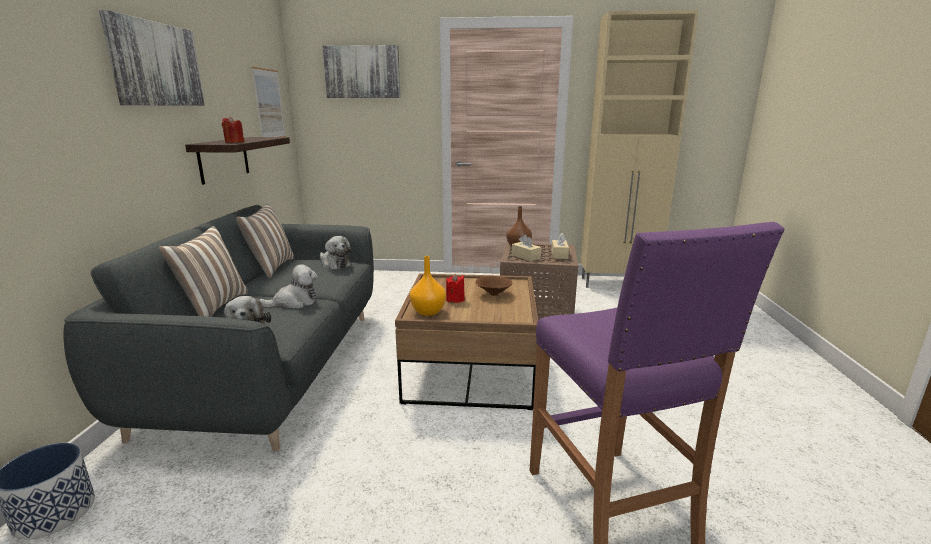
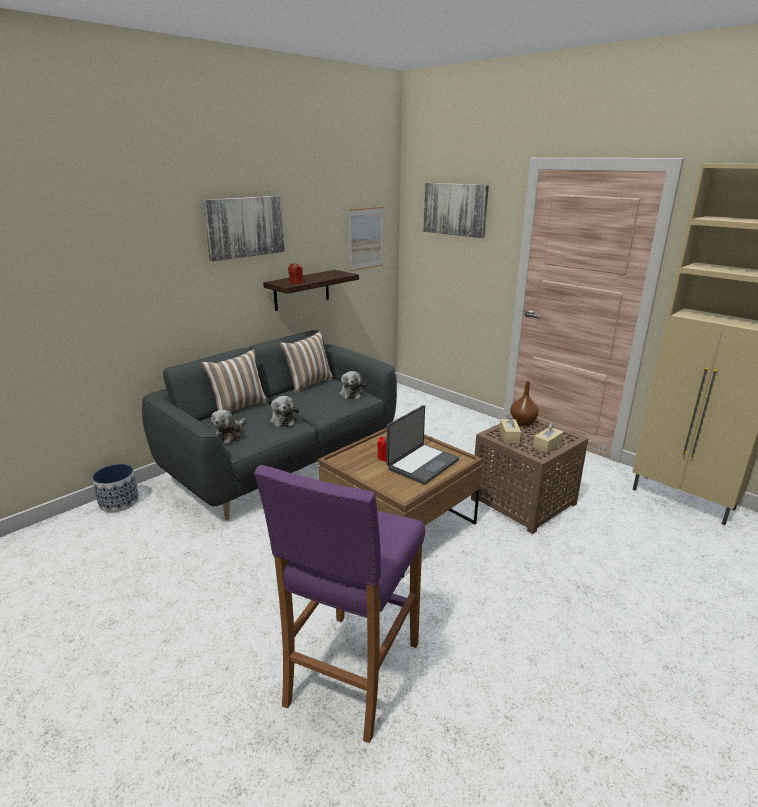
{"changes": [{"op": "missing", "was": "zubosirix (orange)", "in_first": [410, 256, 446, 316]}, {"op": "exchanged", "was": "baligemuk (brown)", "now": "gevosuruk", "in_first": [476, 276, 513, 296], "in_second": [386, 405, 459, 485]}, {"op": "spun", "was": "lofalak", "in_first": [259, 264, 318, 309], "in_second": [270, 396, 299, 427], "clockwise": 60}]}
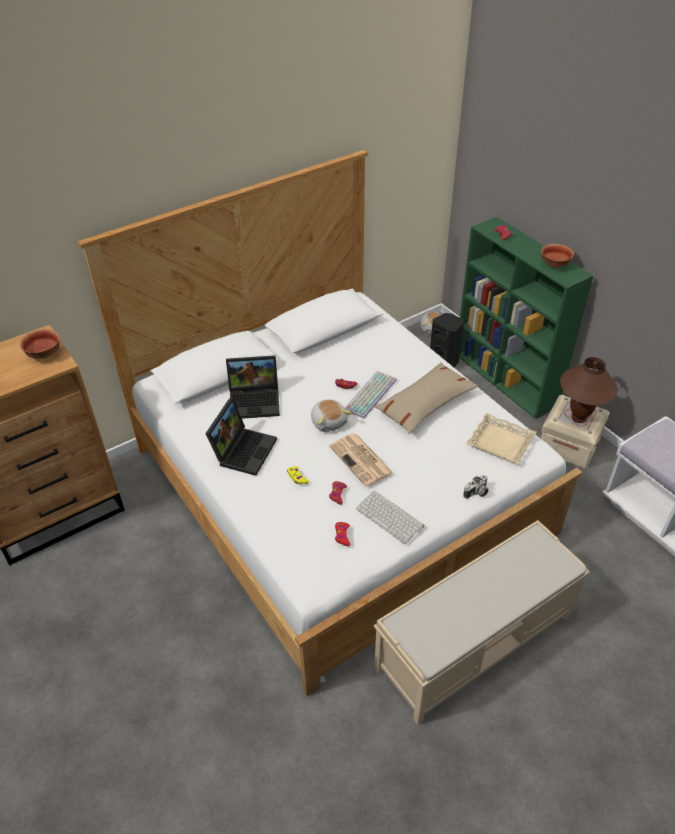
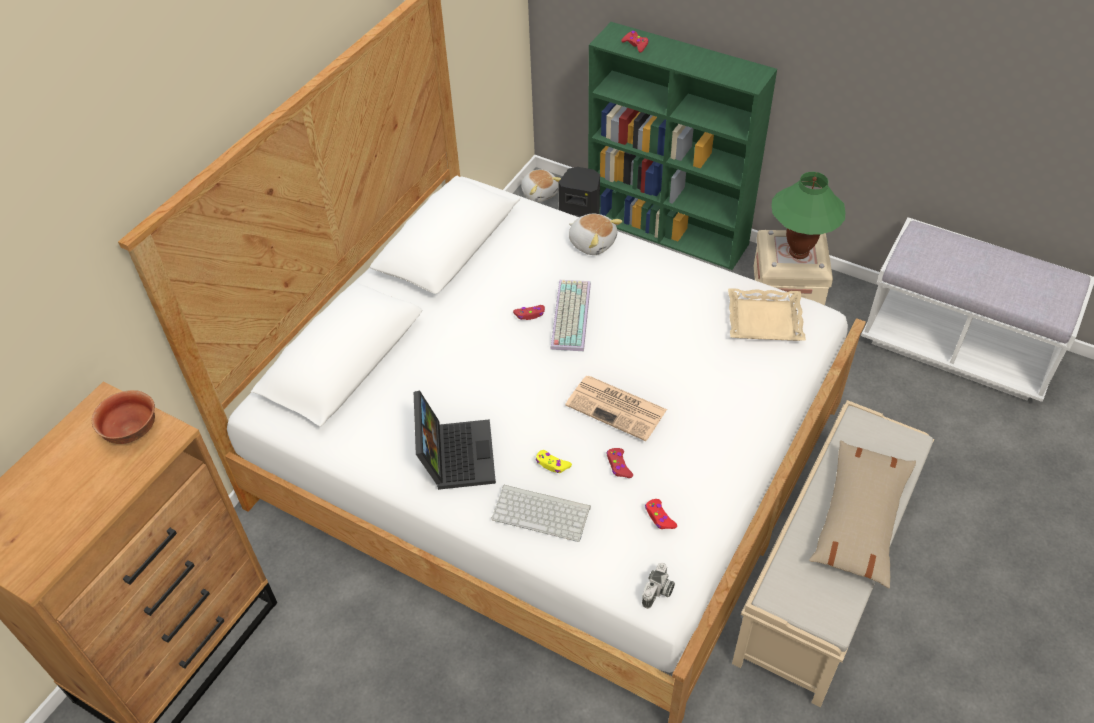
{"changes": [{"op": "missing", "was": "gevosuruk", "in_first": [226, 355, 280, 419]}, {"op": "missing", "was": "baligemuk", "in_first": [541, 244, 574, 268]}, {"op": "relocated", "was": "lofalak", "in_first": [311, 399, 351, 432], "in_second": [569, 214, 623, 255]}, {"op": "relocated", "was": "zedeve", "in_first": [356, 490, 425, 544], "in_second": [491, 484, 591, 542]}, {"op": "relocated", "was": "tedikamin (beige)", "in_first": [374, 362, 478, 434], "in_second": [809, 440, 916, 588]}, {"op": "relocated", "was": "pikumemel", "in_first": [463, 475, 489, 499], "in_second": [642, 563, 675, 609]}, {"op": "colour", "was": "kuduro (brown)", "now": "kuduro (green)", "in_first": [560, 357, 618, 423], "in_second": [772, 172, 845, 259]}]}
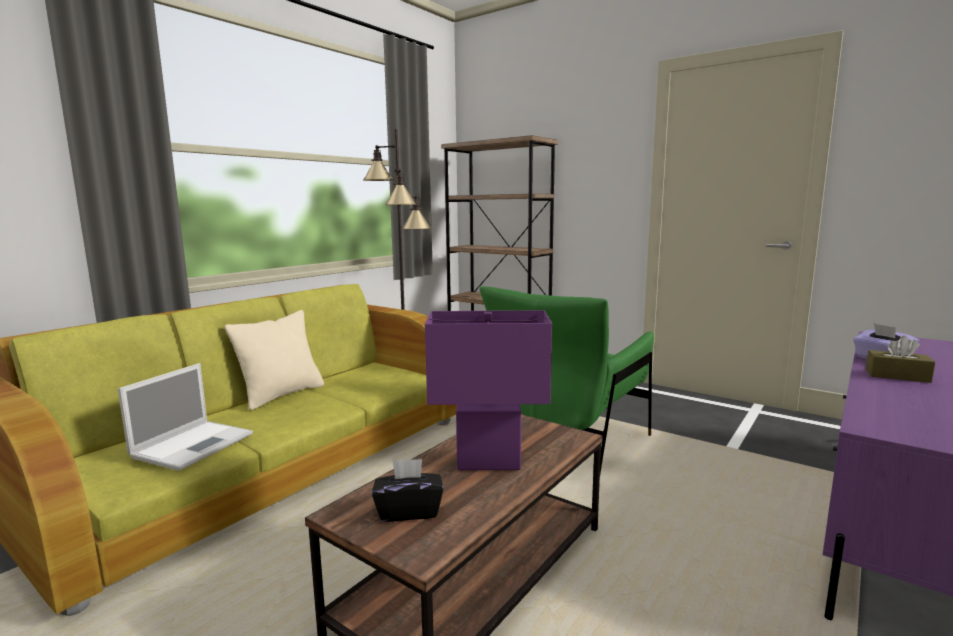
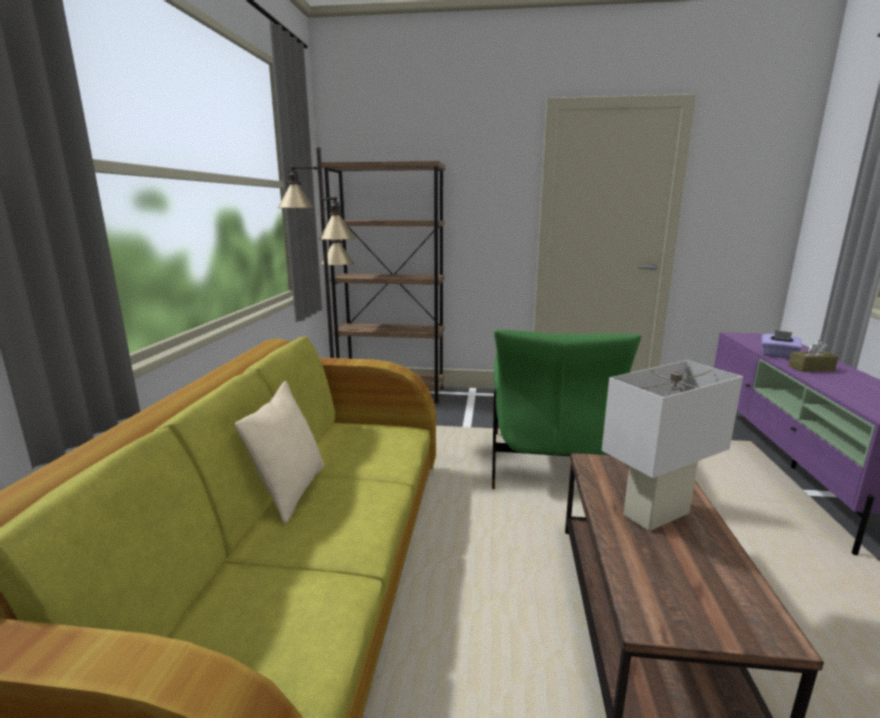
{"changes": [{"op": "missing", "was": "gevosuruk", "in_first": [118, 363, 253, 471]}, {"op": "missing", "was": "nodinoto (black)", "in_first": [372, 459, 443, 522]}, {"op": "colour", "was": "kuduro (purple)", "now": "kuduro (white)", "in_first": [425, 310, 552, 470], "in_second": [602, 360, 743, 531]}]}
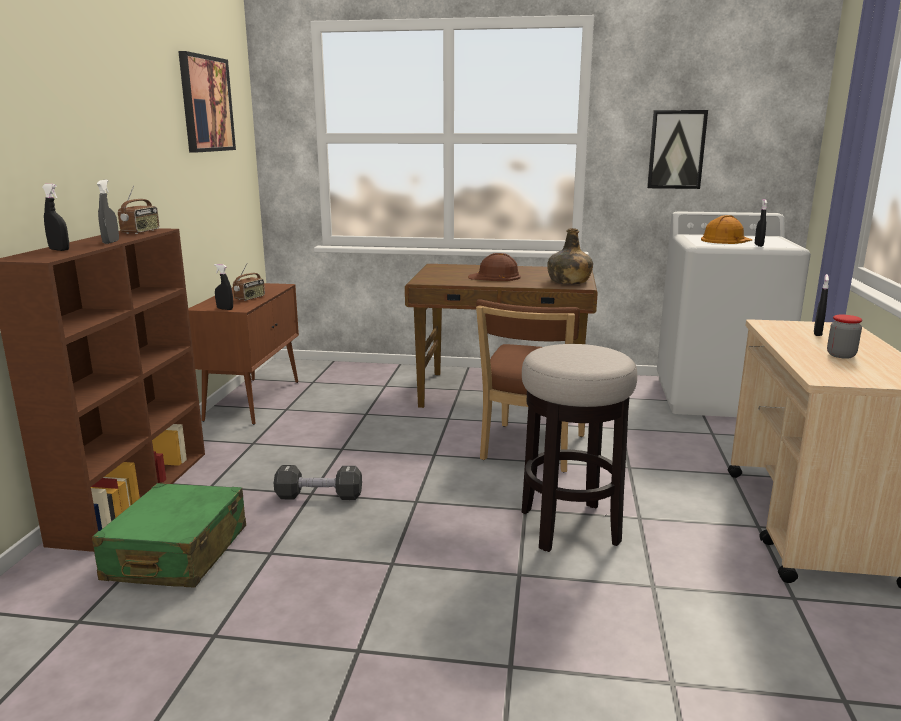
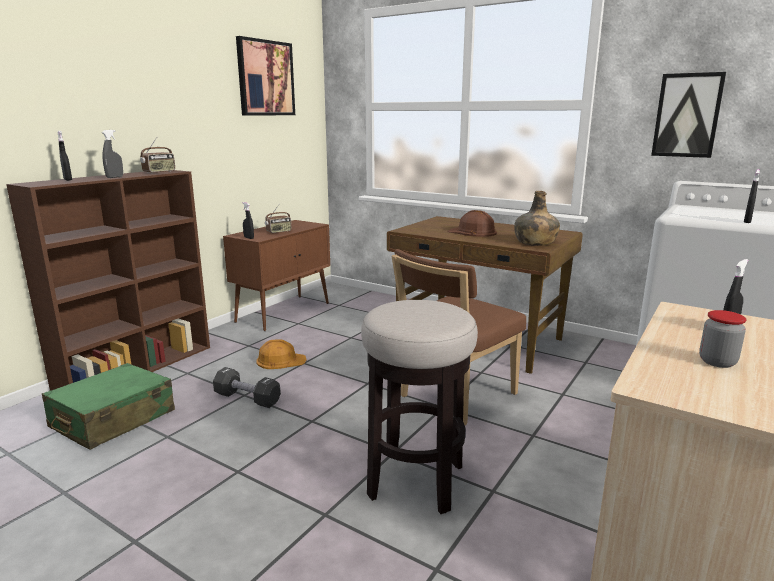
{"changes": [{"op": "relocated", "was": "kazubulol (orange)", "in_first": [701, 215, 752, 244], "in_second": [256, 339, 306, 369]}]}
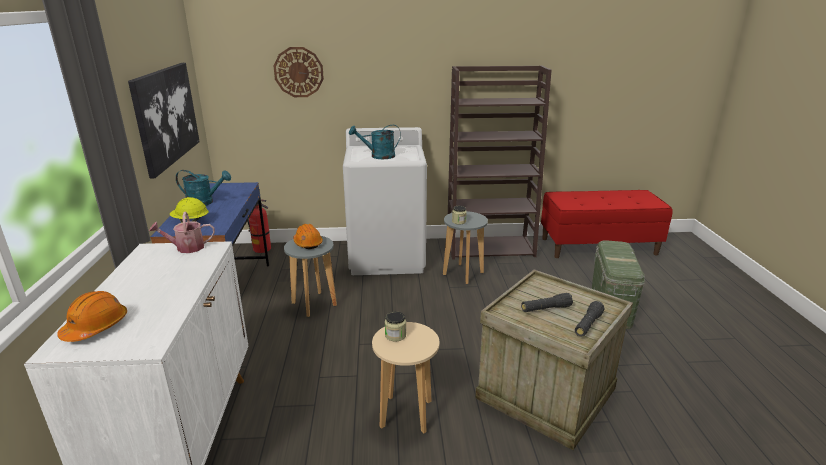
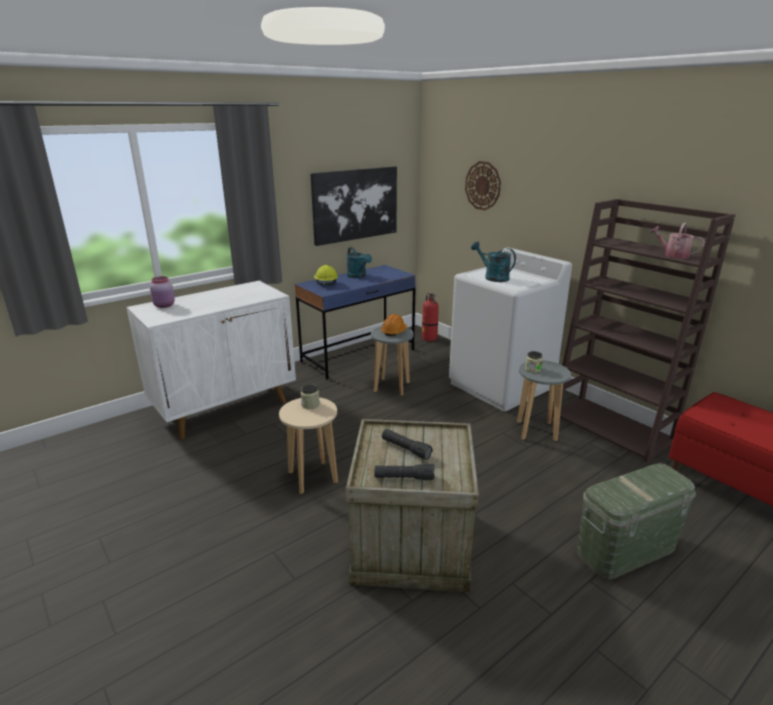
{"changes": [{"op": "relocated", "was": "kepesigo", "in_first": [149, 212, 215, 253], "in_second": [650, 223, 705, 259]}, {"op": "exchanged", "was": "kazubulol (orange)", "now": "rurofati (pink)", "in_first": [57, 291, 127, 342], "in_second": [150, 276, 175, 308]}]}
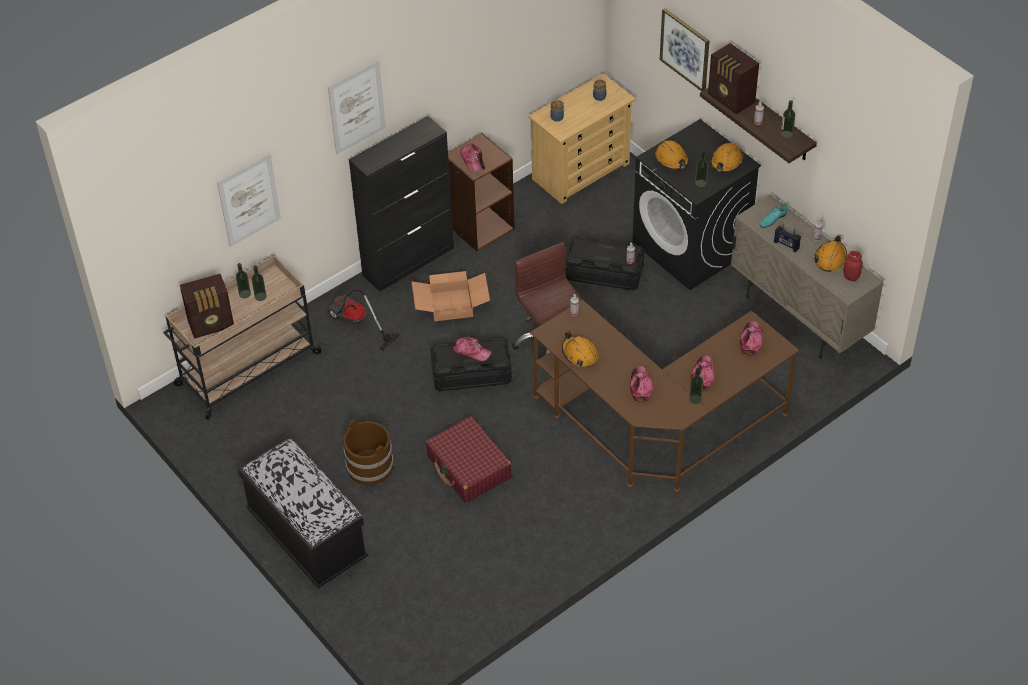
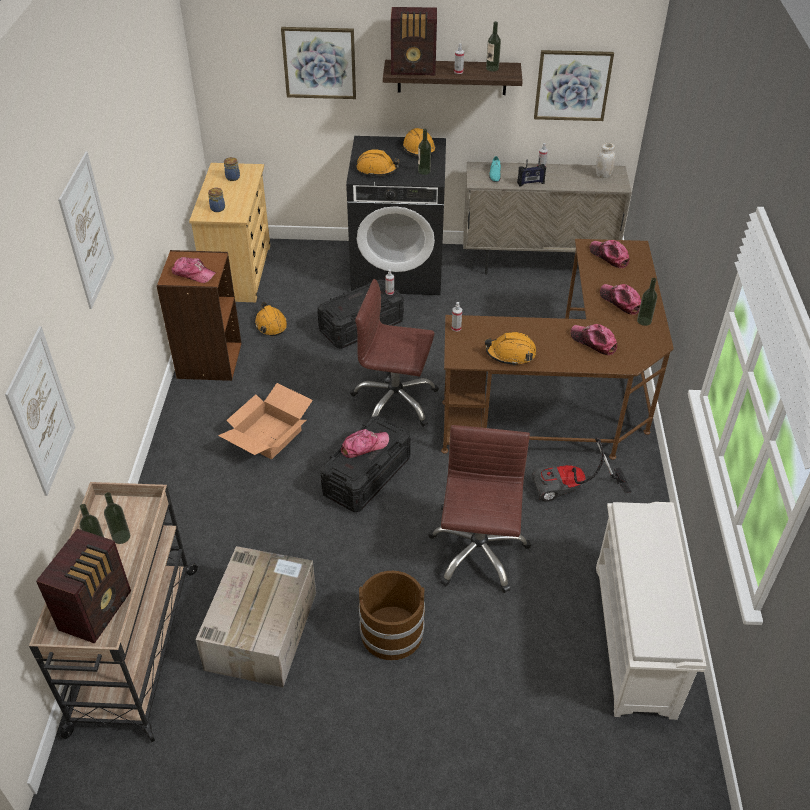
{"changes": [{"op": "missing", "was": "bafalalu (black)", "in_first": [238, 438, 368, 588]}, {"op": "missing", "was": "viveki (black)", "in_first": [349, 116, 454, 292]}, {"op": "appeared", "now": "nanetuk", "in_second": [195, 546, 316, 687]}, {"op": "appeared", "now": "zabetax", "in_second": [534, 50, 614, 121]}, {"op": "appeared", "now": "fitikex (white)", "in_second": [596, 502, 706, 720]}, {"op": "relocated", "was": "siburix", "in_first": [327, 289, 400, 350], "in_second": [532, 437, 631, 502]}, {"op": "relocated", "was": "kazubulol (orange)", "in_first": [814, 236, 847, 272], "in_second": [254, 302, 287, 336]}, {"op": "exchanged", "was": "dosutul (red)", "now": "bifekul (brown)", "in_first": [425, 416, 512, 503], "in_second": [428, 425, 531, 593]}, {"op": "colour", "was": "rurofati (red)", "now": "rurofati (white)", "in_first": [843, 251, 863, 281], "in_second": [596, 143, 615, 178]}]}
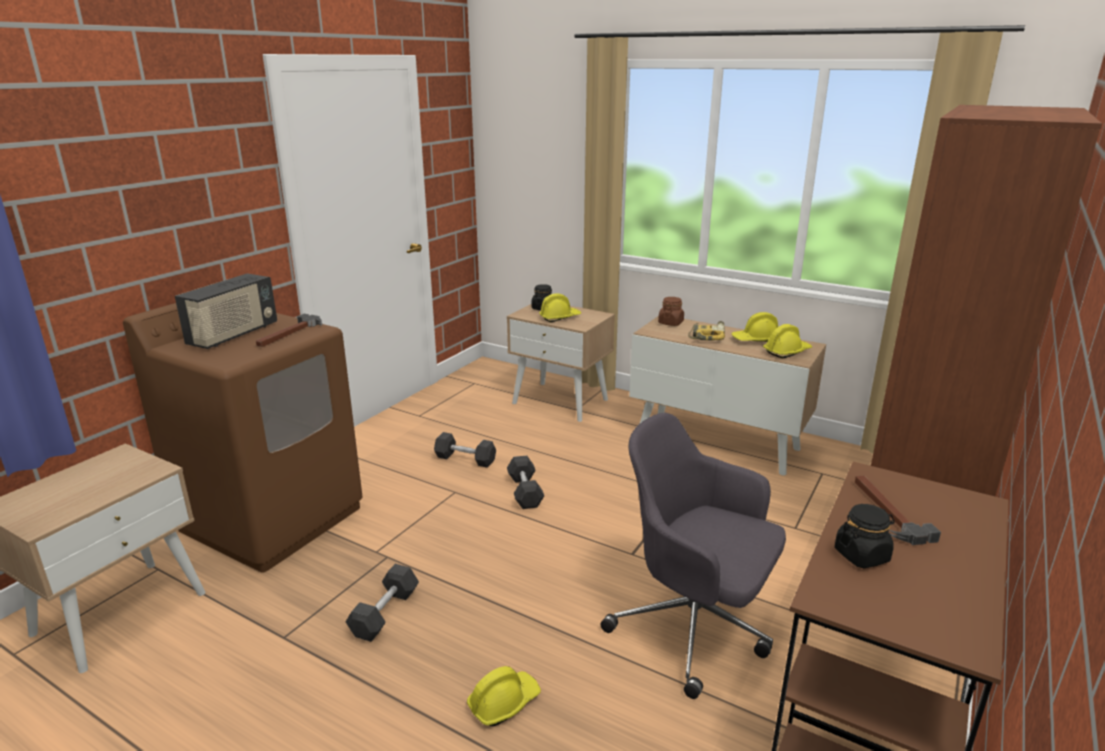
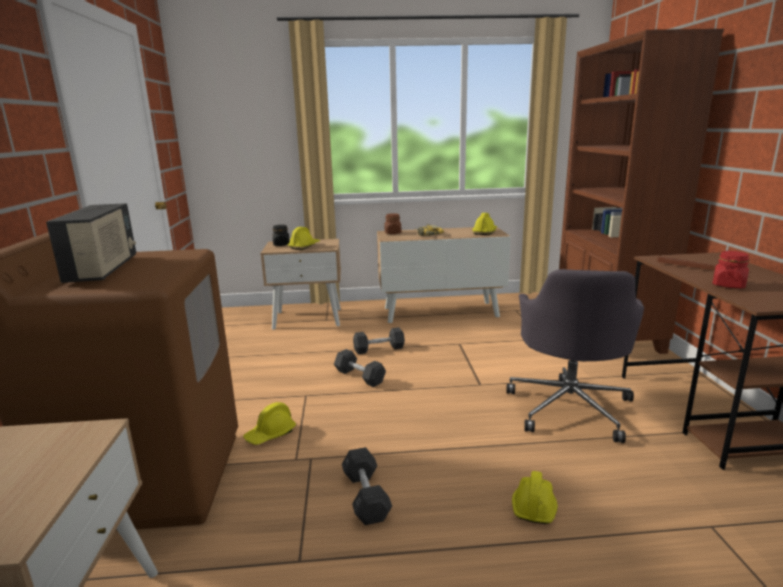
{"changes": [{"op": "missing", "was": "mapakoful", "in_first": [256, 314, 322, 347]}, {"op": "relocated", "was": "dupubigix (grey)", "in_first": [434, 432, 496, 468], "in_second": [353, 327, 405, 354]}, {"op": "relocated", "was": "kazubulol (yellow)", "in_first": [731, 312, 778, 342], "in_second": [243, 402, 296, 445]}, {"op": "colour", "was": "rurofati (black)", "now": "rurofati (red)", "in_first": [835, 504, 895, 568], "in_second": [713, 251, 750, 288]}, {"op": "spun", "was": "bifekul (grey)", "in_first": [601, 413, 786, 699], "in_second": [506, 269, 644, 443], "clockwise": -75}]}
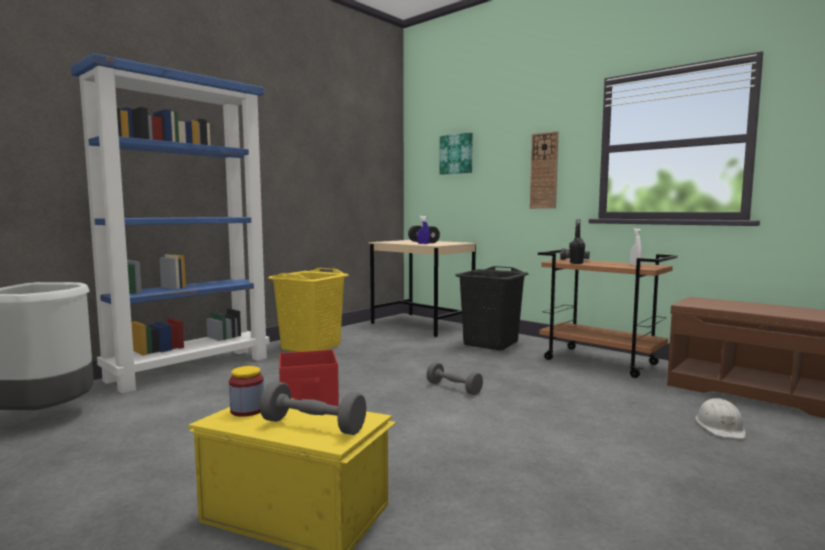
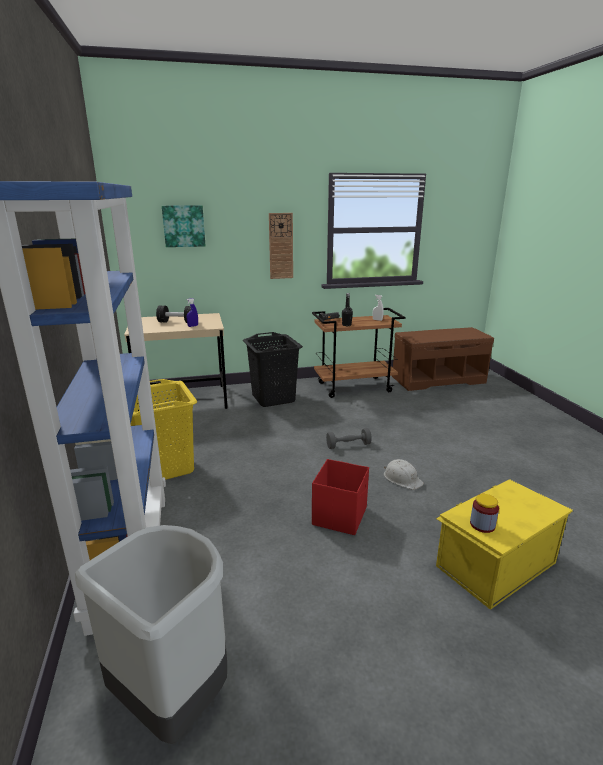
{"changes": [{"op": "missing", "was": "dupubigix (grey)", "in_first": [259, 381, 366, 435]}, {"op": "relocated", "was": "kazubulol (white)", "in_first": [695, 398, 746, 439], "in_second": [384, 459, 424, 490]}]}
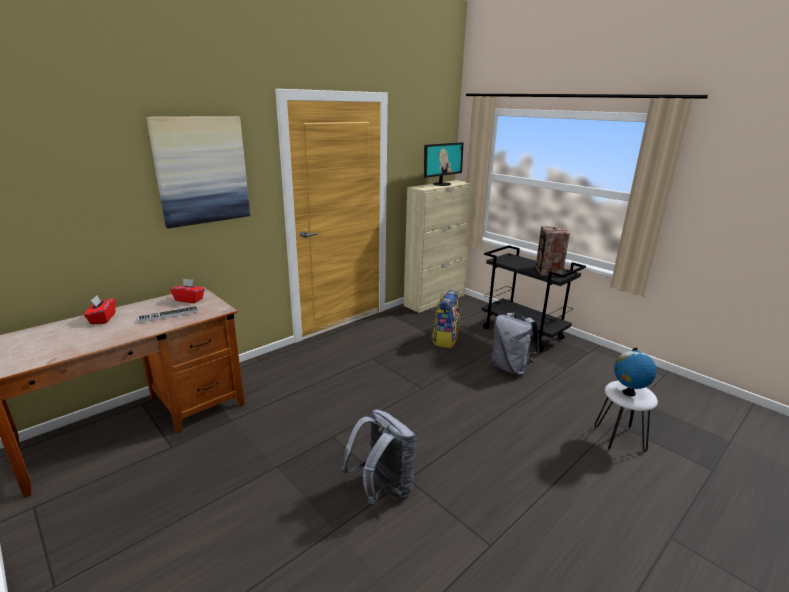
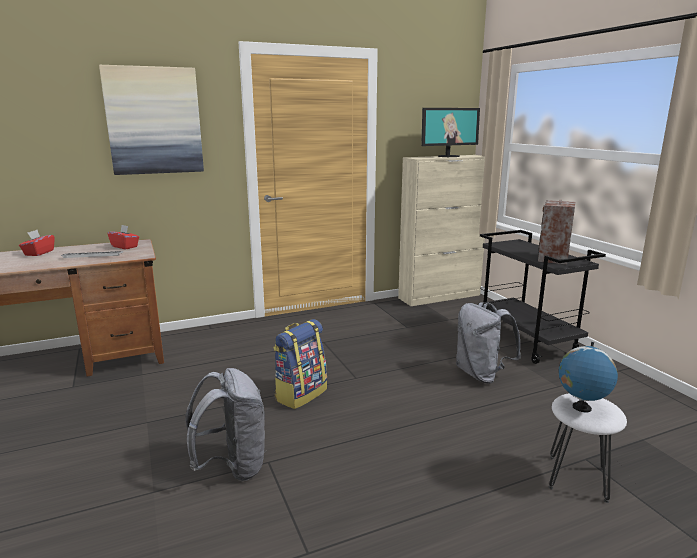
{"changes": [{"op": "relocated", "was": "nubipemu", "in_first": [432, 290, 460, 348], "in_second": [273, 319, 327, 409]}]}
